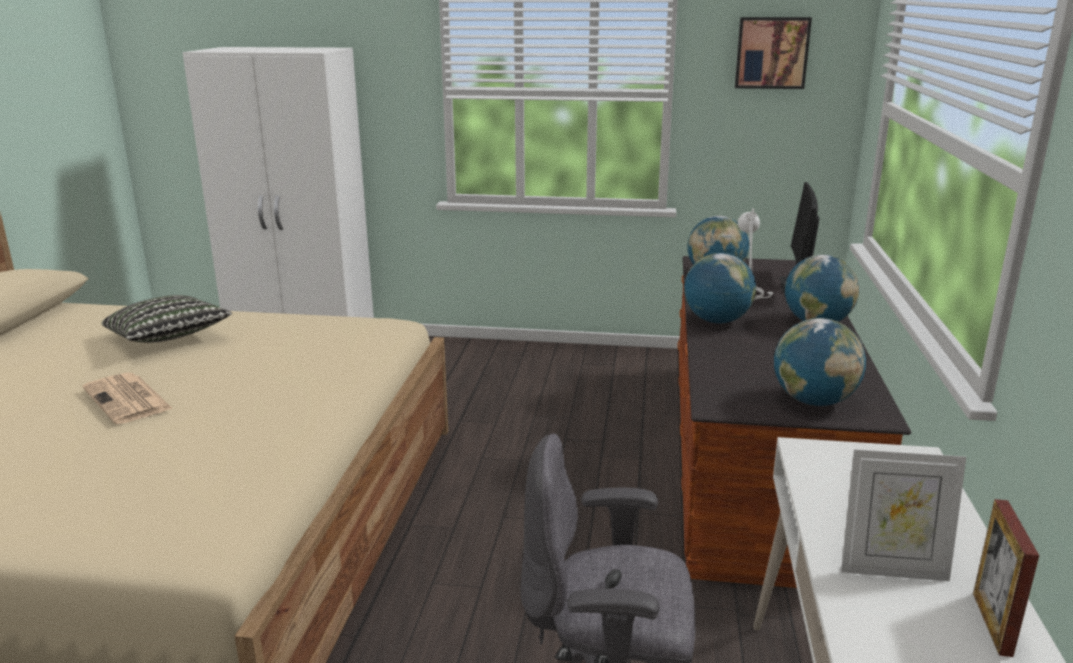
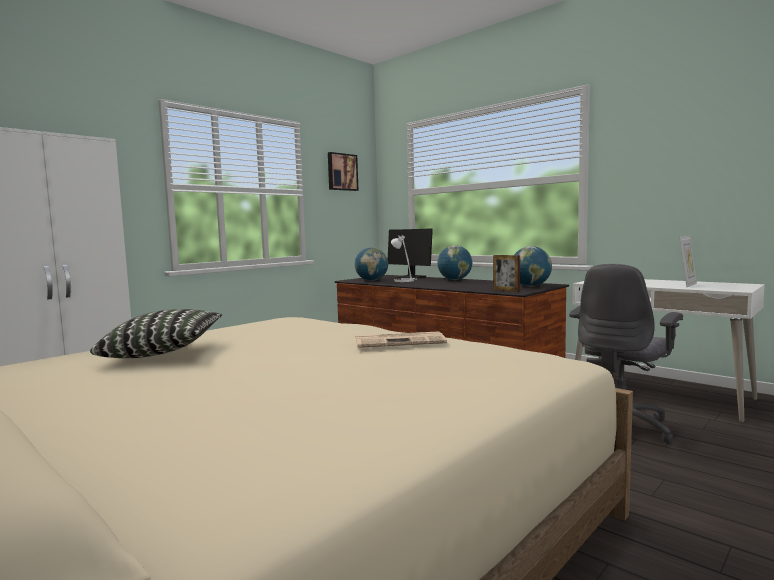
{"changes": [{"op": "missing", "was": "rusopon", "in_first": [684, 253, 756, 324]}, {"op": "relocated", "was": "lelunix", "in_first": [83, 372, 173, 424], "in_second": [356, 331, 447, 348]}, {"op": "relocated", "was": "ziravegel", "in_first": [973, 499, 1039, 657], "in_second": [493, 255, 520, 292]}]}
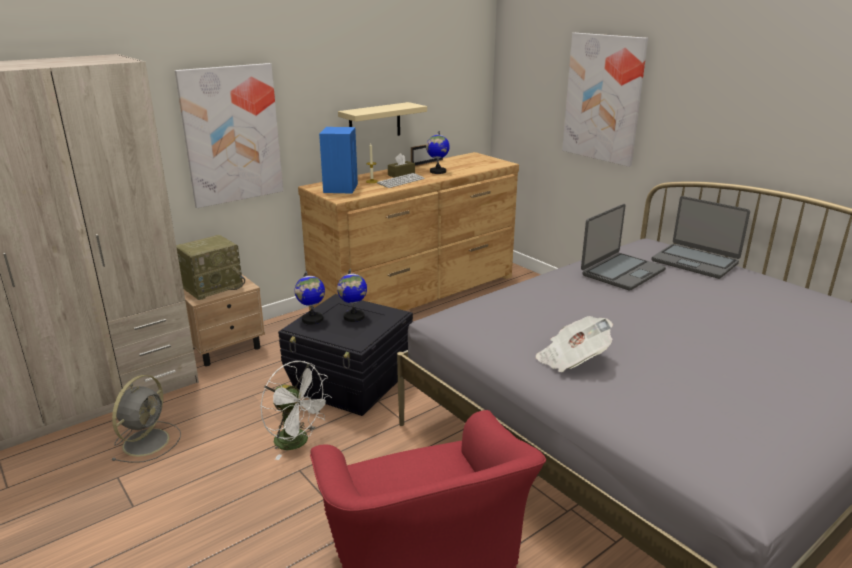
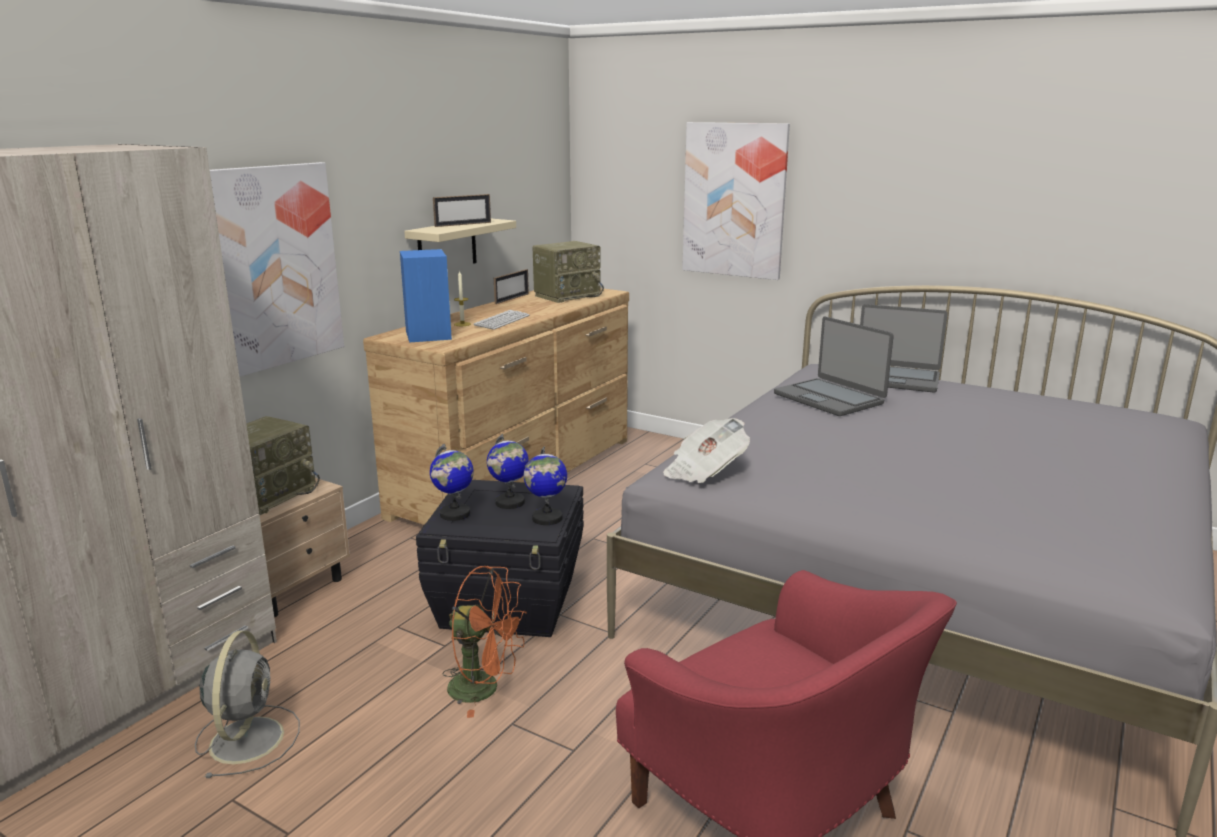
{"changes": [{"op": "missing", "was": "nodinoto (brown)", "in_first": [388, 153, 415, 178]}, {"op": "appeared", "now": "ziravegel", "in_second": [433, 194, 491, 227]}, {"op": "appeared", "now": "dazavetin", "in_second": [532, 241, 604, 303]}, {"op": "relocated", "was": "rusopon", "in_first": [426, 131, 450, 174], "in_second": [524, 446, 567, 525]}, {"op": "relocated", "was": "lelunix", "in_first": [536, 316, 613, 372], "in_second": [663, 418, 750, 483]}, {"op": "colour", "was": "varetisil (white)", "now": "varetisil (orange)", "in_first": [261, 361, 332, 460], "in_second": [442, 566, 527, 718]}, {"op": "spun", "was": "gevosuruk", "in_first": [581, 204, 666, 291], "in_second": [774, 316, 894, 416], "clockwise": 120}]}
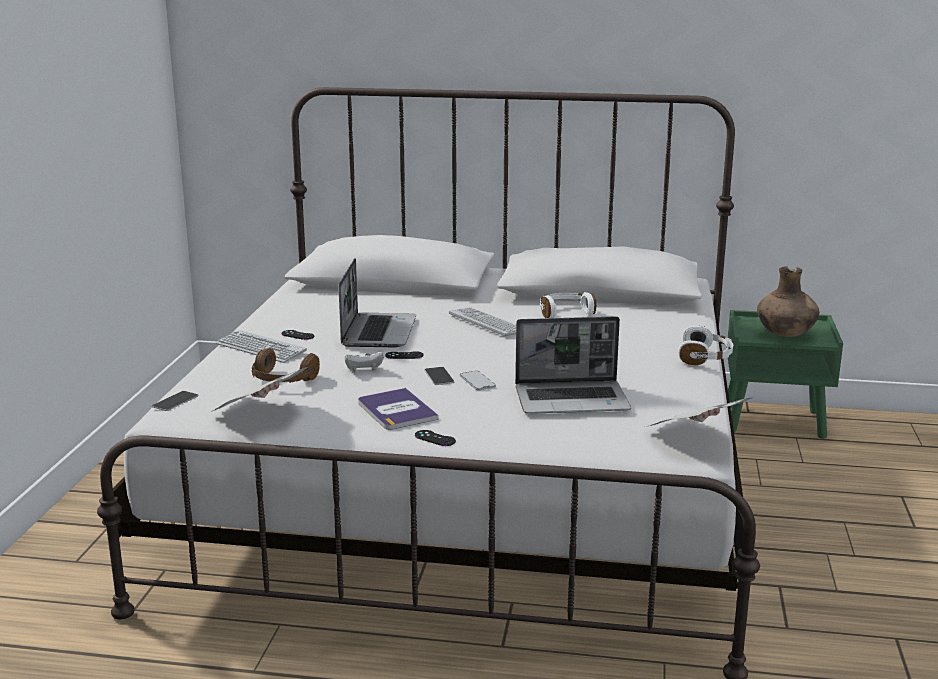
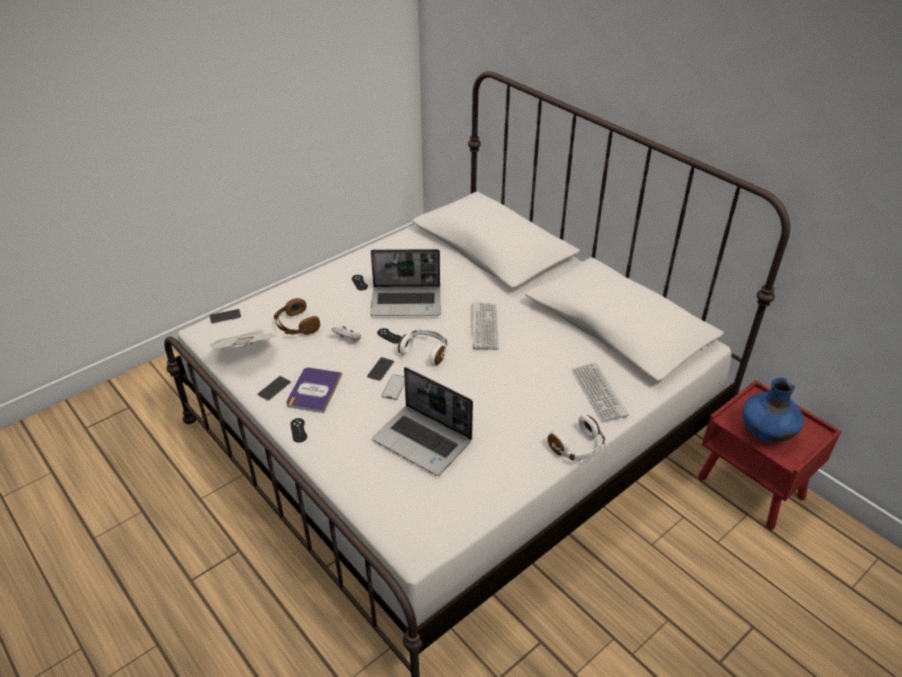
{"changes": [{"op": "missing", "was": "lelunix", "in_first": [646, 398, 752, 427]}, {"op": "appeared", "now": "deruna", "in_second": [257, 376, 291, 401]}, {"op": "relocated", "was": "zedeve", "in_first": [216, 330, 307, 363], "in_second": [571, 362, 629, 423]}, {"op": "relocated", "was": "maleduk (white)", "in_first": [540, 292, 596, 318], "in_second": [398, 329, 447, 365]}, {"op": "colour", "was": "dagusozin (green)", "now": "dagusozin (red)", "in_first": [728, 310, 843, 439], "in_second": [698, 380, 841, 530]}, {"op": "colour", "was": "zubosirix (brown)", "now": "zubosirix (blue)", "in_first": [757, 266, 820, 337], "in_second": [742, 378, 804, 443]}, {"op": "spun", "was": "gevosuruk", "in_first": [339, 258, 416, 348], "in_second": [370, 249, 440, 316], "clockwise": 45}]}
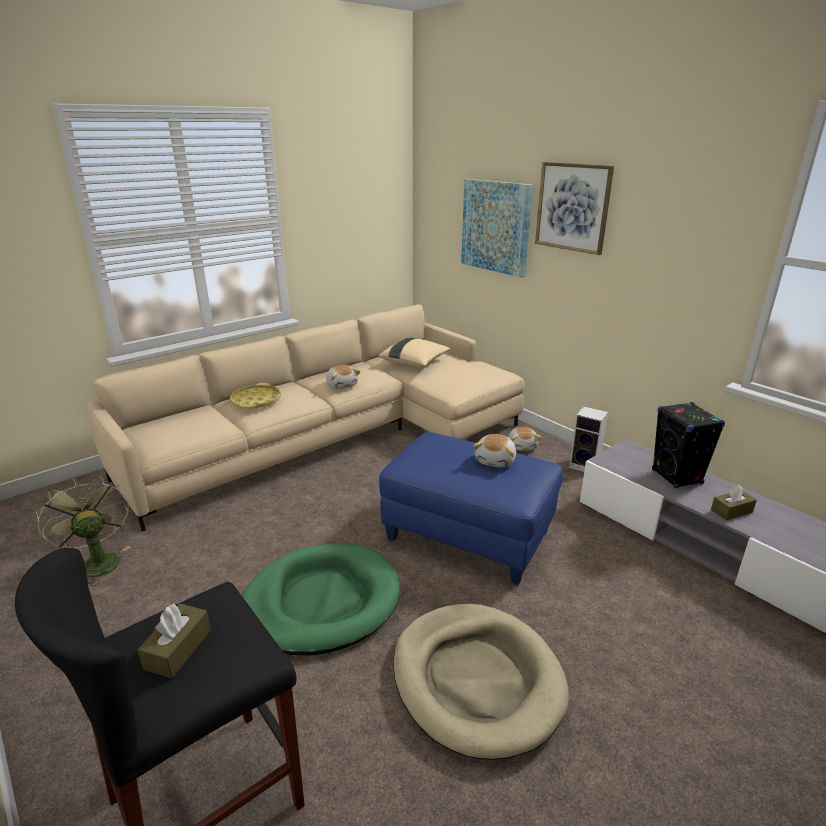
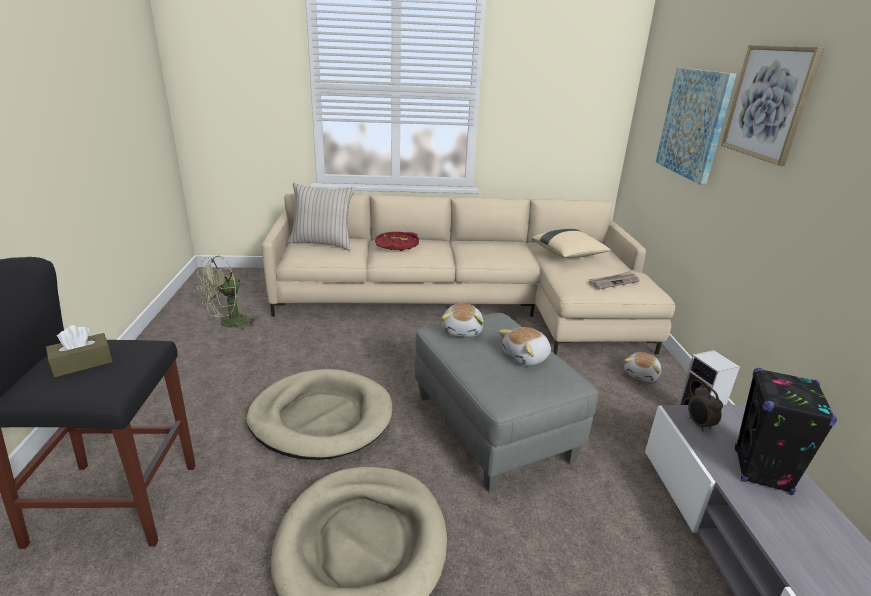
{"changes": [{"op": "missing", "was": "nodinoto (brown)", "in_first": [711, 484, 757, 521]}, {"op": "appeared", "now": "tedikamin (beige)", "in_second": [288, 182, 355, 250]}, {"op": "appeared", "now": "lelunix", "in_second": [589, 271, 640, 289]}, {"op": "appeared", "now": "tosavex", "in_second": [688, 385, 723, 431]}, {"op": "relocated", "was": "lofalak", "in_first": [326, 365, 361, 389], "in_second": [441, 304, 484, 337]}, {"op": "colour", "was": "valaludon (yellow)", "now": "valaludon (red)", "in_first": [230, 383, 281, 408], "in_second": [375, 232, 419, 251]}, {"op": "colour", "was": "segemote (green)", "now": "segemote (beige)", "in_first": [242, 543, 400, 656], "in_second": [246, 369, 392, 460]}, {"op": "colour", "was": "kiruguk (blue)", "now": "kiruguk (grey)", "in_first": [379, 432, 563, 585], "in_second": [415, 313, 598, 492]}, {"op": "spun", "was": "varetisil (green)", "in_first": [36, 476, 131, 586], "in_second": [197, 256, 258, 331], "clockwise": -135}]}
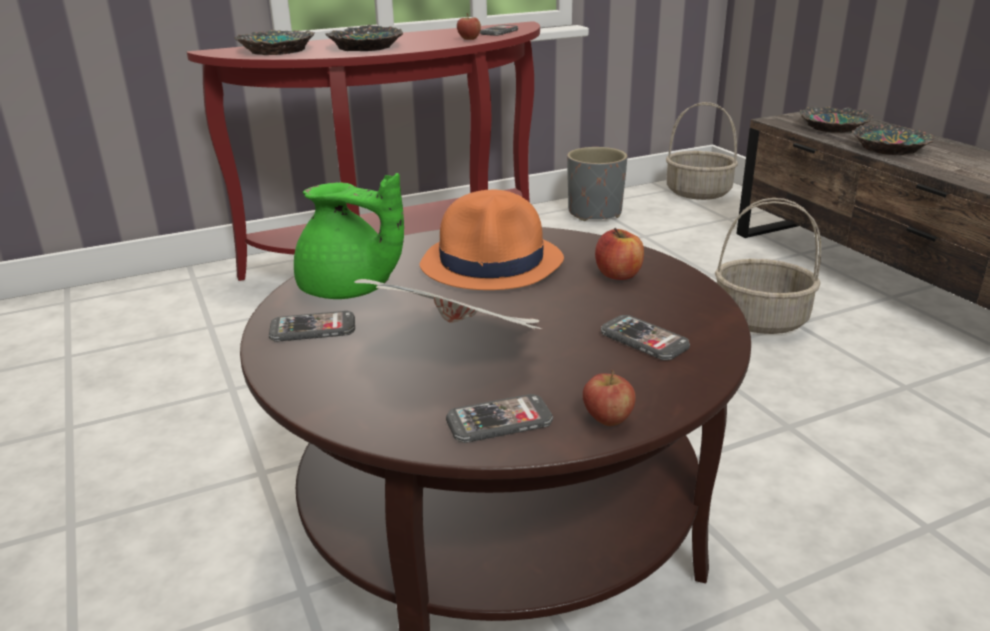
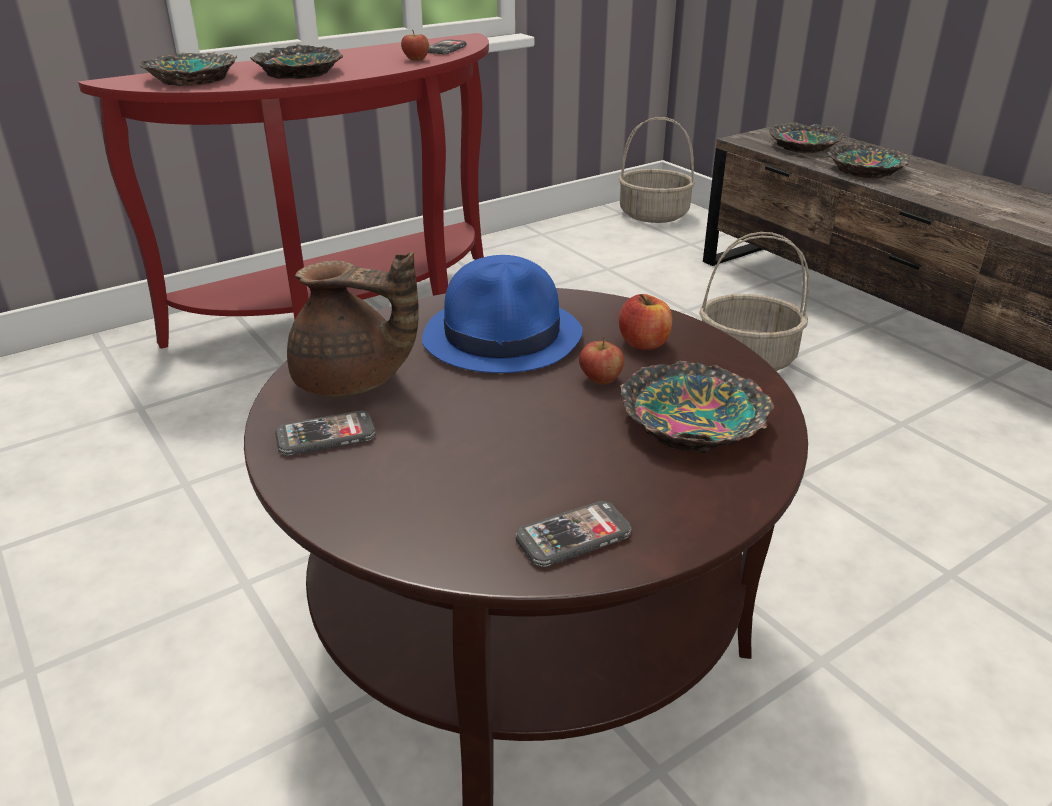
{"changes": [{"op": "missing", "was": "lelunix", "in_first": [354, 279, 542, 330]}, {"op": "missing", "was": "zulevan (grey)", "in_first": [567, 147, 627, 221]}, {"op": "relocated", "was": "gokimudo", "in_first": [583, 369, 636, 426], "in_second": [579, 337, 624, 385]}, {"op": "exchanged", "was": "deruna", "now": "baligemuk", "in_first": [601, 315, 690, 360], "in_second": [620, 361, 774, 453]}, {"op": "colour", "was": "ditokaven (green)", "now": "ditokaven (brown)", "in_first": [294, 173, 404, 299], "in_second": [287, 252, 419, 396]}, {"op": "colour", "was": "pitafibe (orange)", "now": "pitafibe (blue)", "in_first": [420, 189, 564, 290], "in_second": [422, 255, 583, 373]}]}
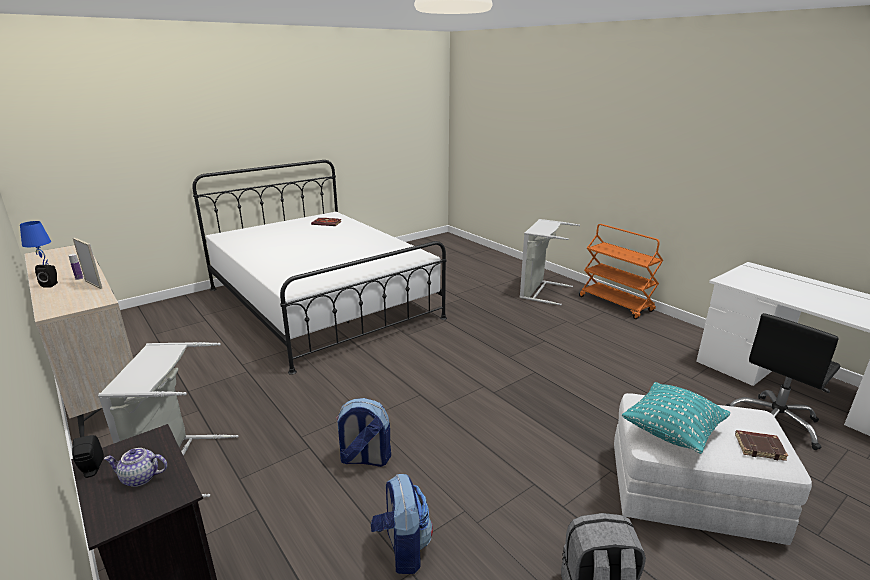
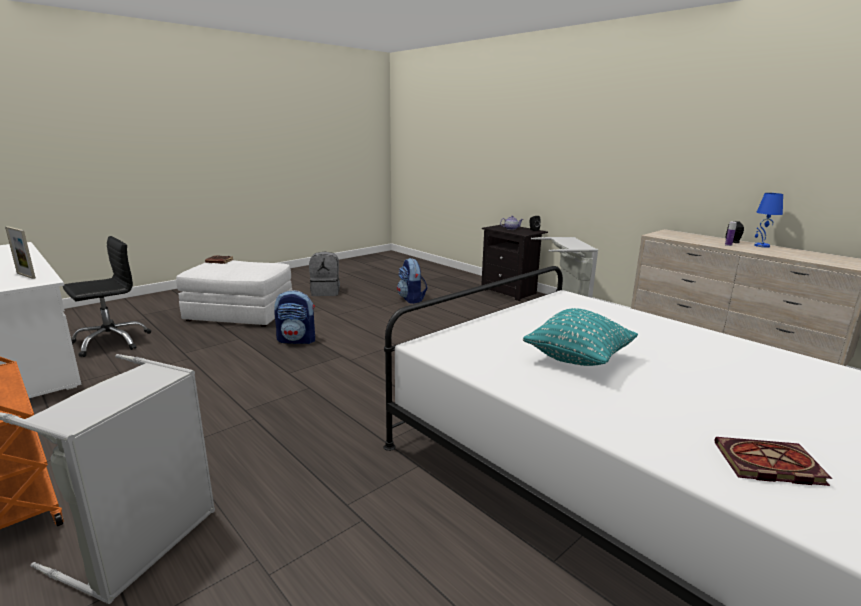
{"changes": [{"op": "relocated", "was": "ziravegel", "in_first": [73, 238, 102, 289], "in_second": [5, 226, 36, 279]}, {"op": "relocated", "was": "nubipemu", "in_first": [335, 398, 391, 467], "in_second": [274, 290, 315, 344]}, {"op": "relocated", "was": "tedikamin (turquoise)", "in_first": [622, 382, 730, 454], "in_second": [523, 308, 638, 366]}]}
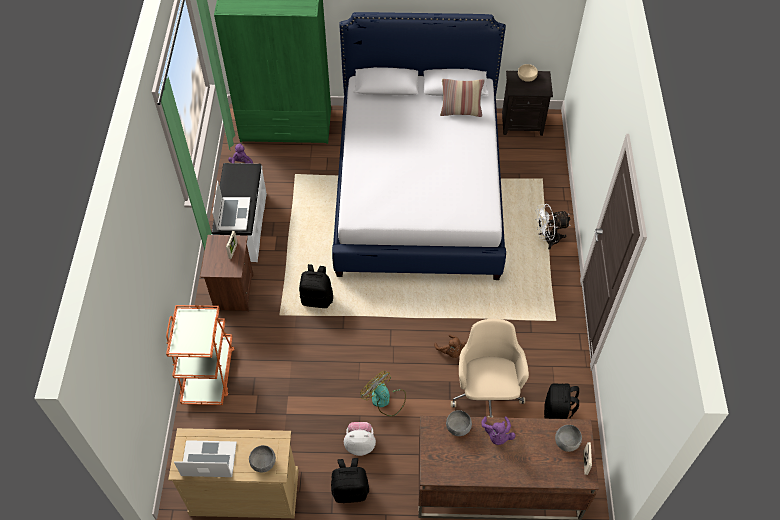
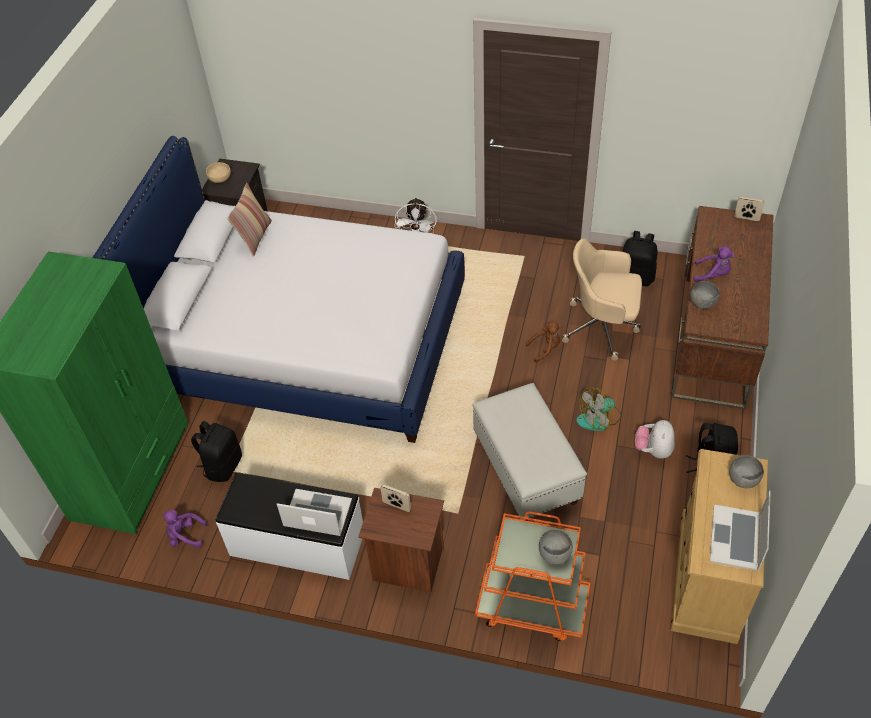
{"changes": [{"op": "appeared", "now": "kiruguk (white)", "in_second": [472, 383, 587, 521]}, {"op": "relocated", "was": "nubipemu (black)", "in_first": [299, 264, 333, 308], "in_second": [191, 421, 242, 482]}, {"op": "relocated", "was": "baligemuk (grey)", "in_first": [555, 425, 582, 452], "in_second": [539, 529, 573, 564]}]}
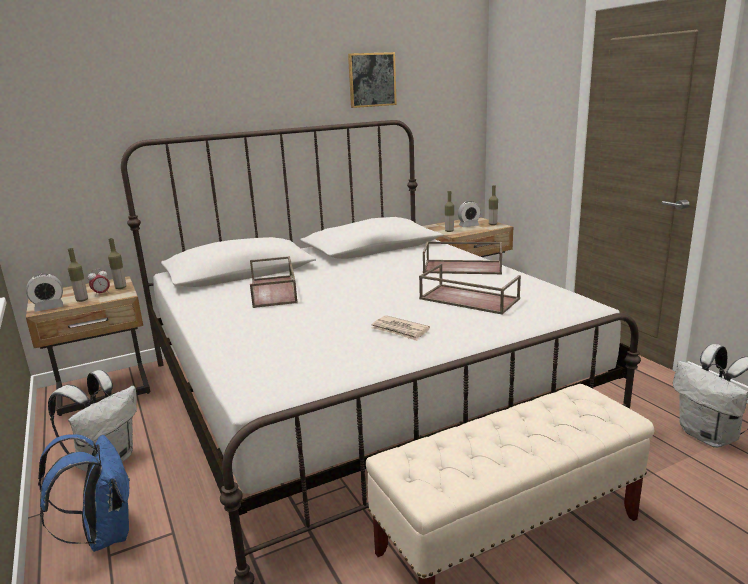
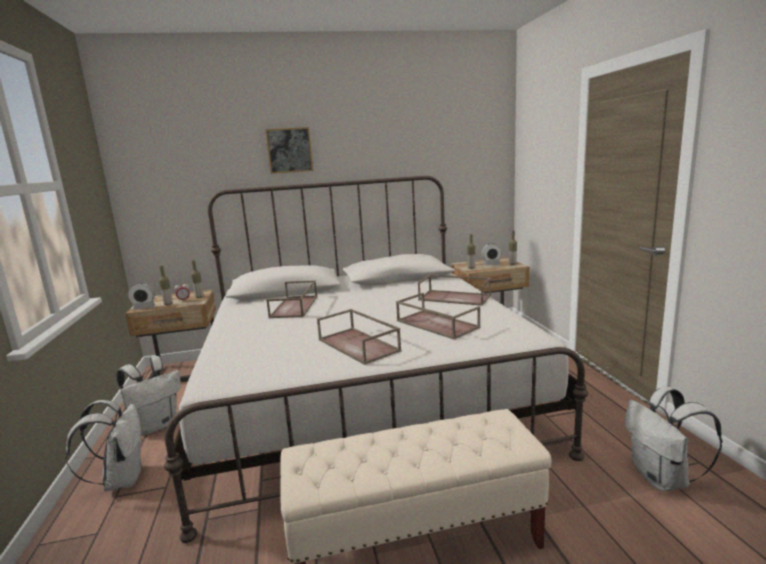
{"changes": [{"op": "relocated", "was": "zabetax", "in_first": [348, 52, 397, 108], "in_second": [265, 127, 313, 174]}, {"op": "exchanged", "was": "lelunix", "now": "valaludon (brown)", "in_first": [371, 315, 430, 341], "in_second": [317, 309, 401, 365]}, {"op": "colour", "was": "nubipemu (blue)", "now": "nubipemu (white)", "in_first": [38, 434, 130, 552], "in_second": [66, 400, 143, 491]}]}
